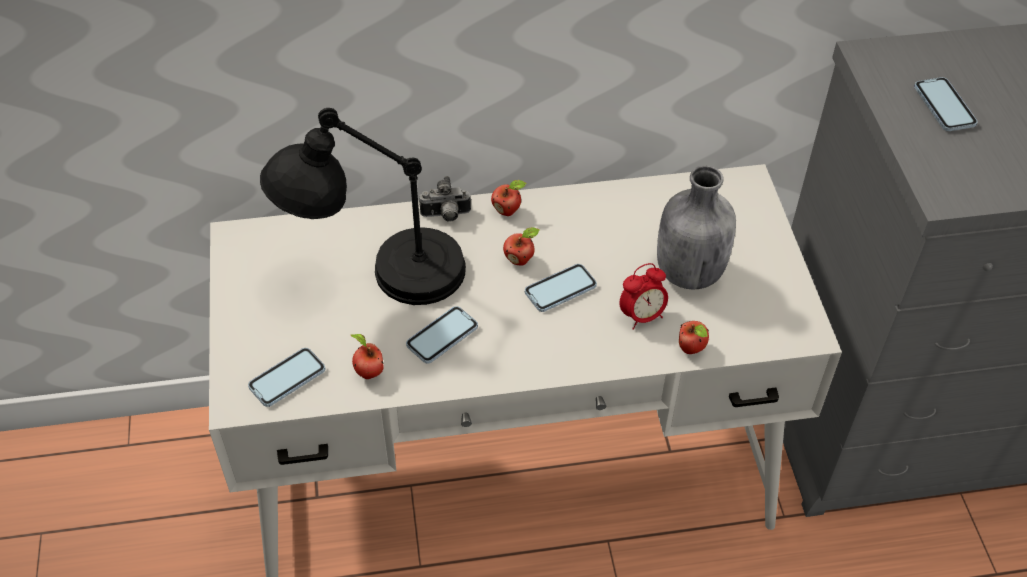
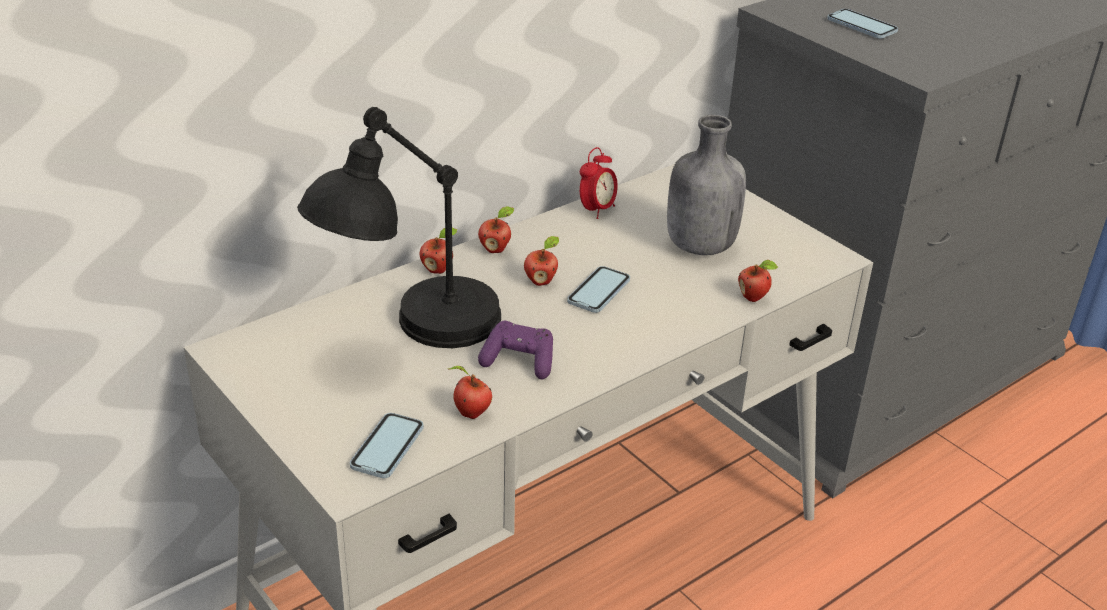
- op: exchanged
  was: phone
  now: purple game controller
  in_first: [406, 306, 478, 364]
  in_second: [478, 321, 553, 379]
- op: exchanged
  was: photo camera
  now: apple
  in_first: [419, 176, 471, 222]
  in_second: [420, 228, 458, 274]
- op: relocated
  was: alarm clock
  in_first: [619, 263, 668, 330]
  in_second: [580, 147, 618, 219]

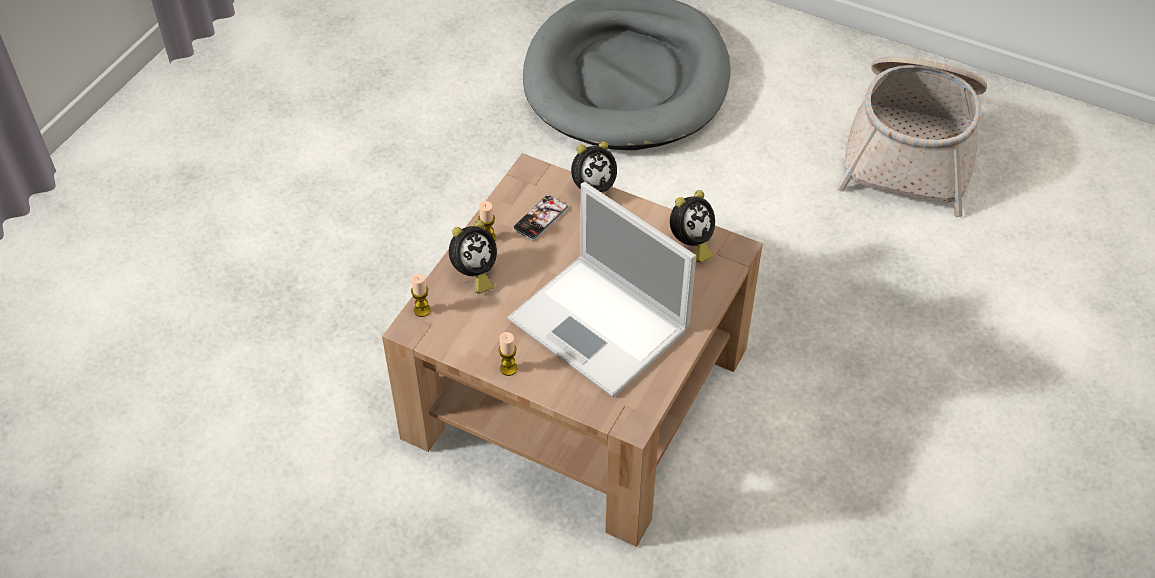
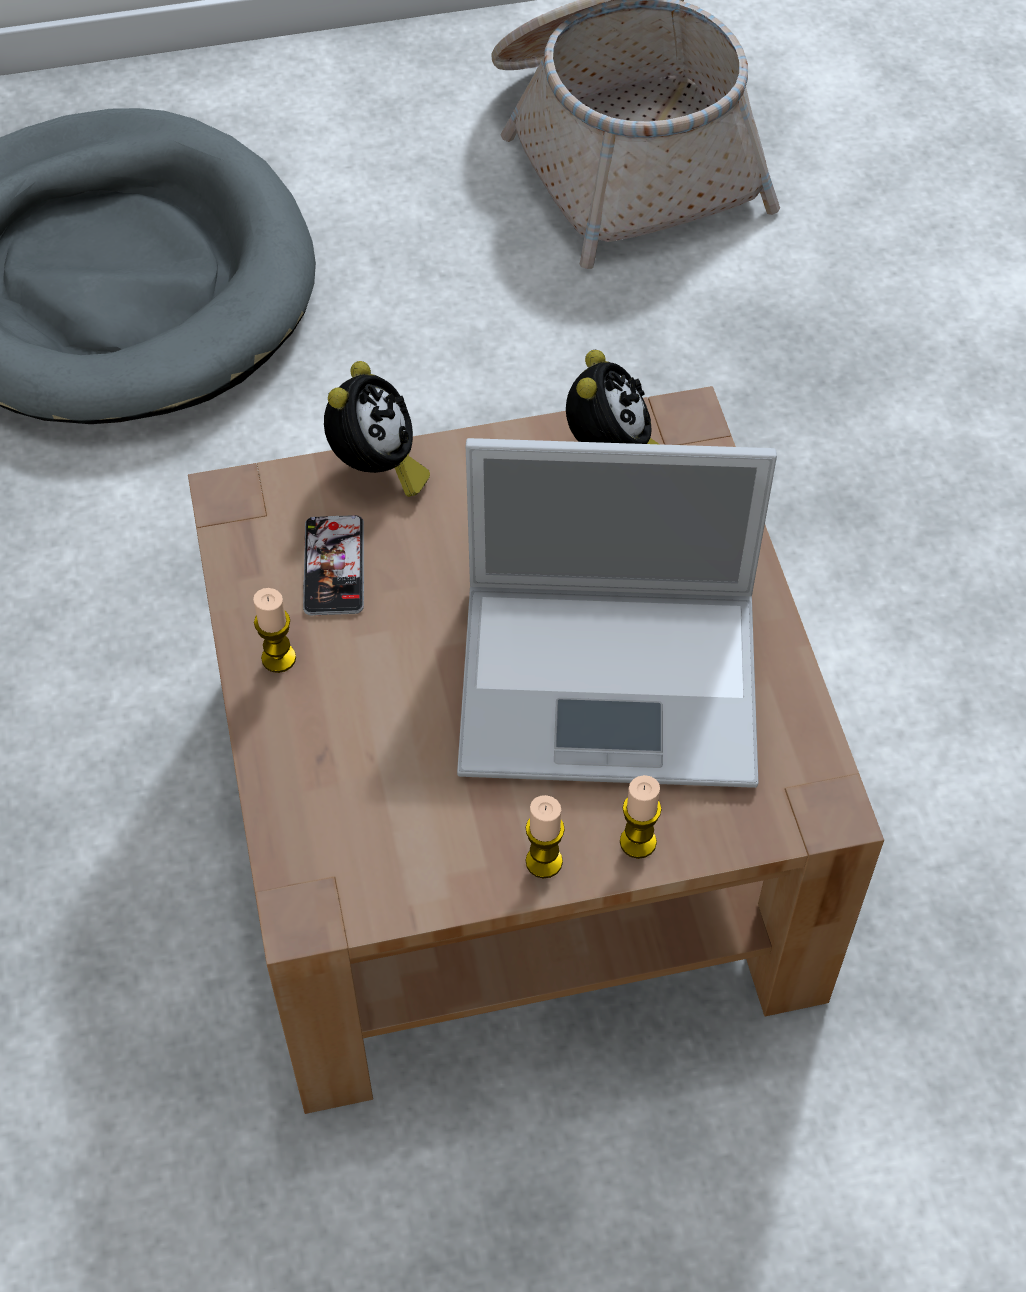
- op: relocated
  was: candle
  in_first: [411, 274, 431, 317]
  in_second: [620, 775, 662, 859]
- op: missing
  was: alarm clock
  in_first: [449, 220, 497, 294]

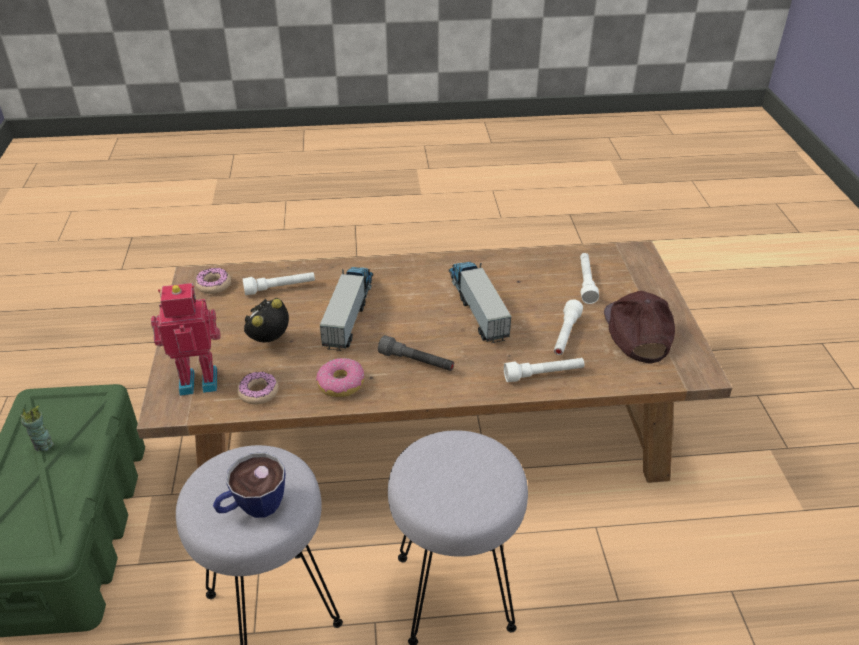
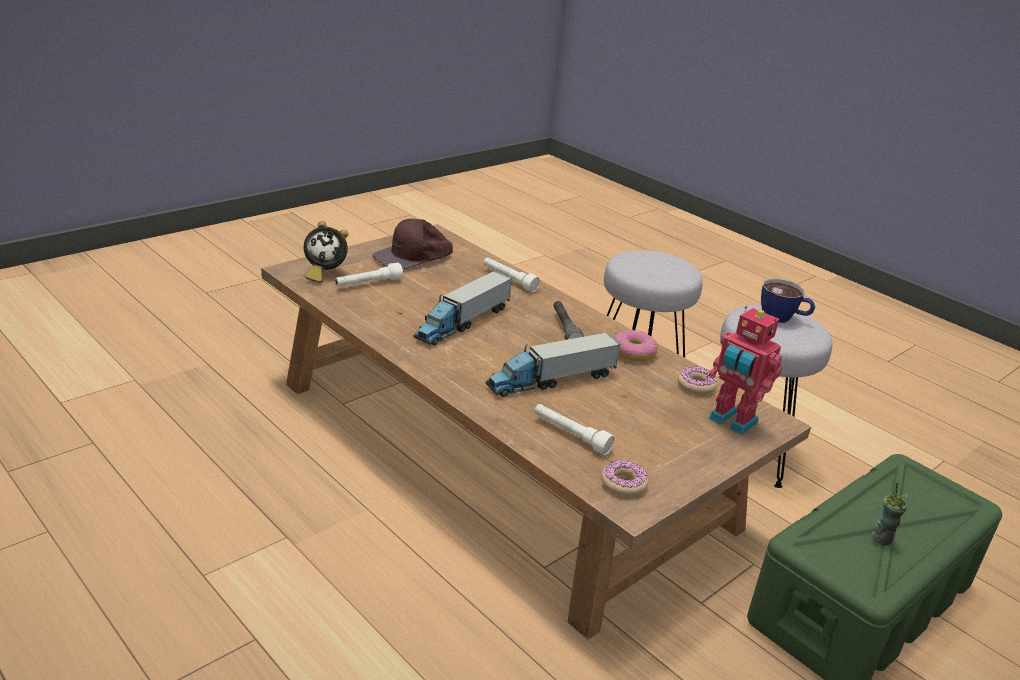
- op: relocated
  was: alarm clock
  in_first: [244, 298, 289, 342]
  in_second: [303, 221, 348, 283]
- op: missing
  was: white flashlight
  in_first: [554, 299, 583, 355]

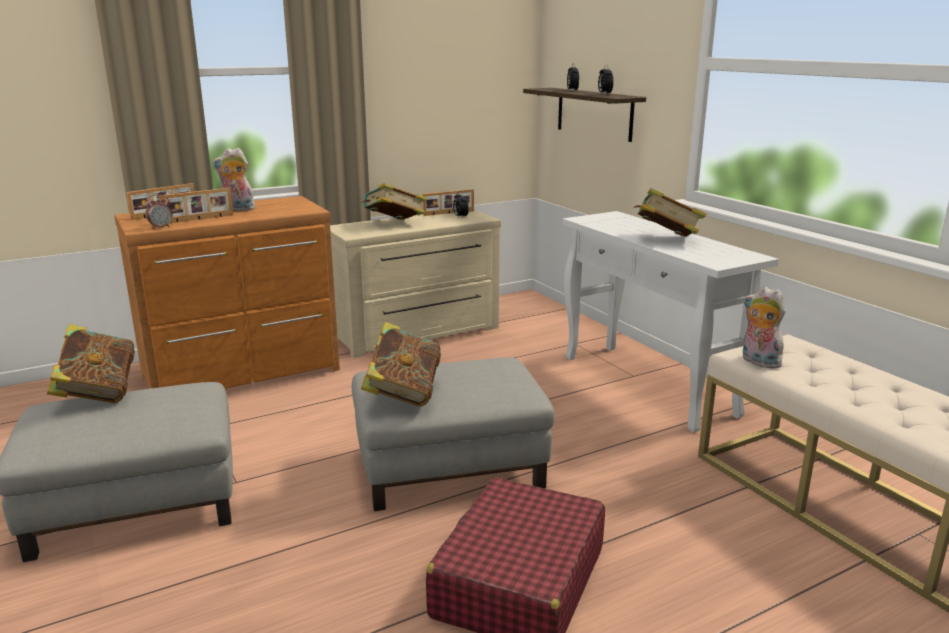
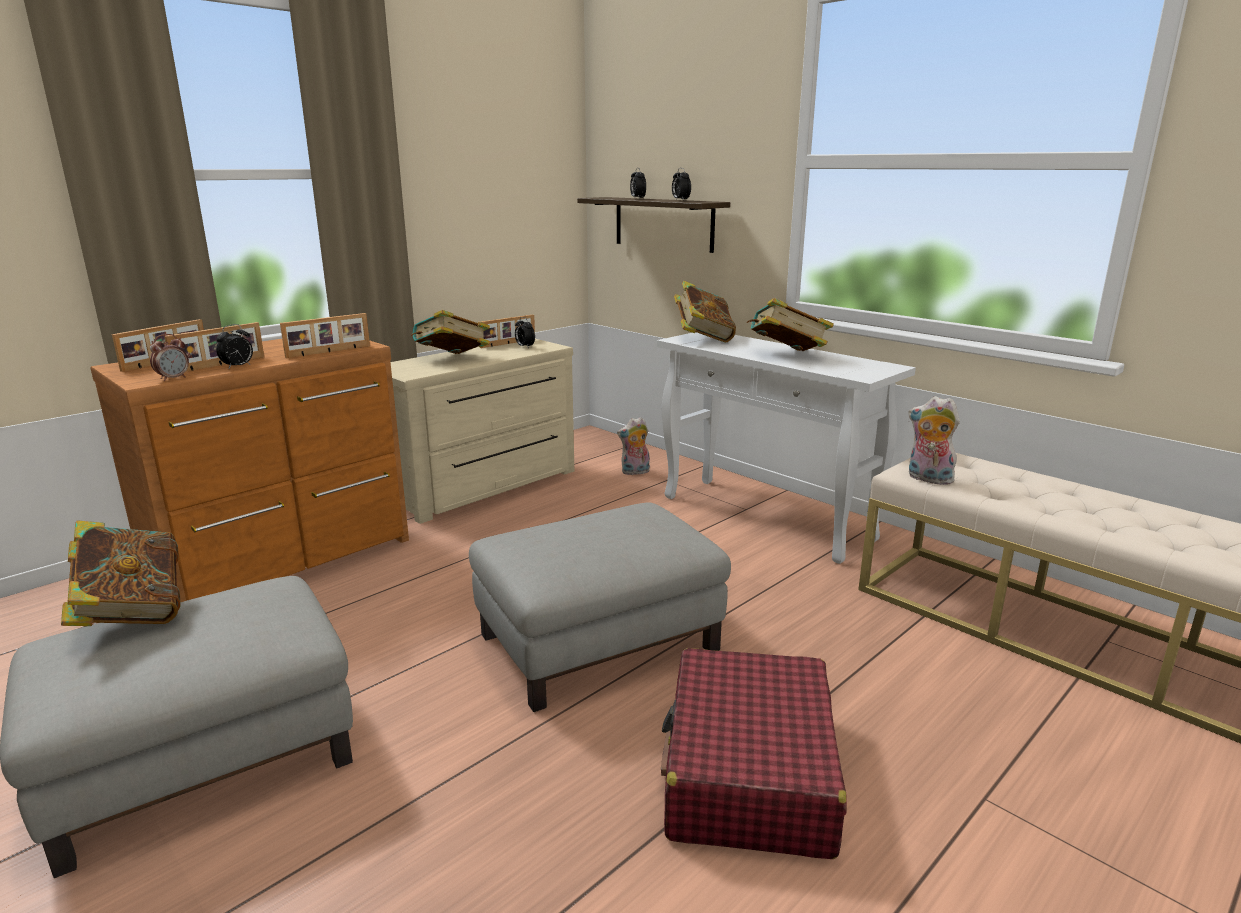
- op: relocated
  was: plush toy
  in_first: [212, 148, 255, 211]
  in_second: [617, 417, 650, 475]
- op: relocated
  was: book
  in_first: [361, 322, 441, 407]
  in_second: [674, 281, 736, 342]
- op: appeared
  now: alarm clock
  in_second: [216, 324, 253, 368]
- op: appeared
  now: picture frame
  in_second: [280, 313, 370, 358]

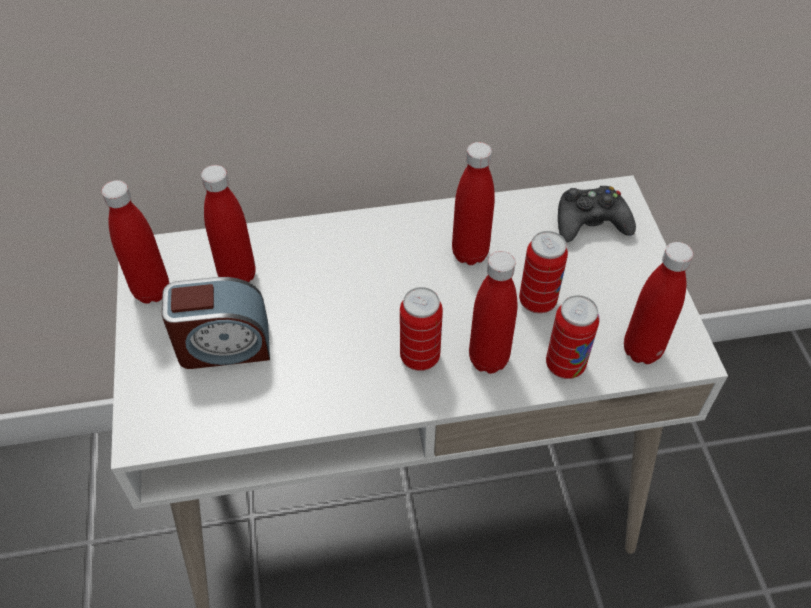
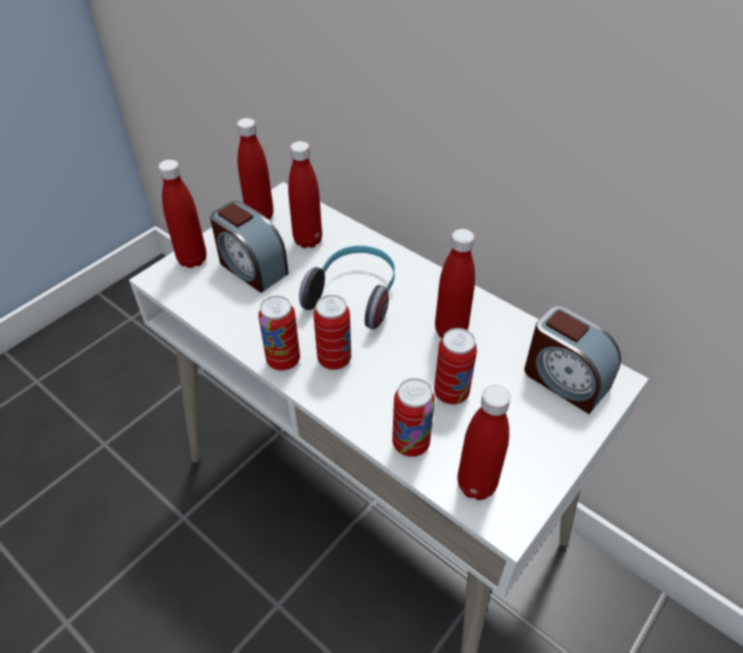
- op: relocated
  was: red bottle
  in_first: [469, 251, 517, 374]
  in_second: [158, 159, 207, 268]
- op: exchanged
  was: black game controller
  now: alarm clock
  in_first: [558, 186, 636, 242]
  in_second: [524, 306, 621, 414]
- op: appeared
  now: can
  in_second: [258, 296, 300, 371]
- op: appeared
  now: headphones
  in_second: [299, 246, 395, 330]

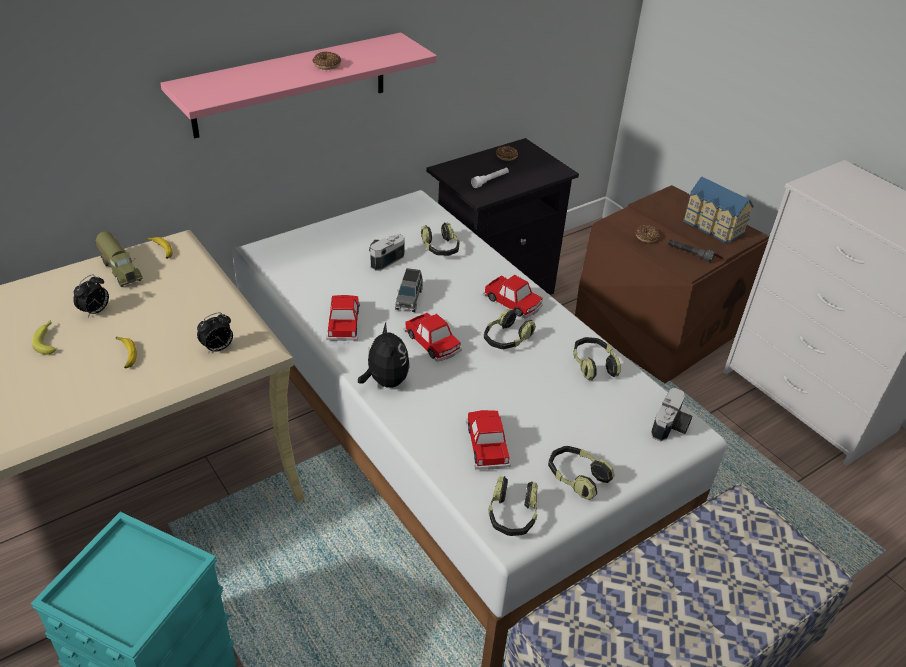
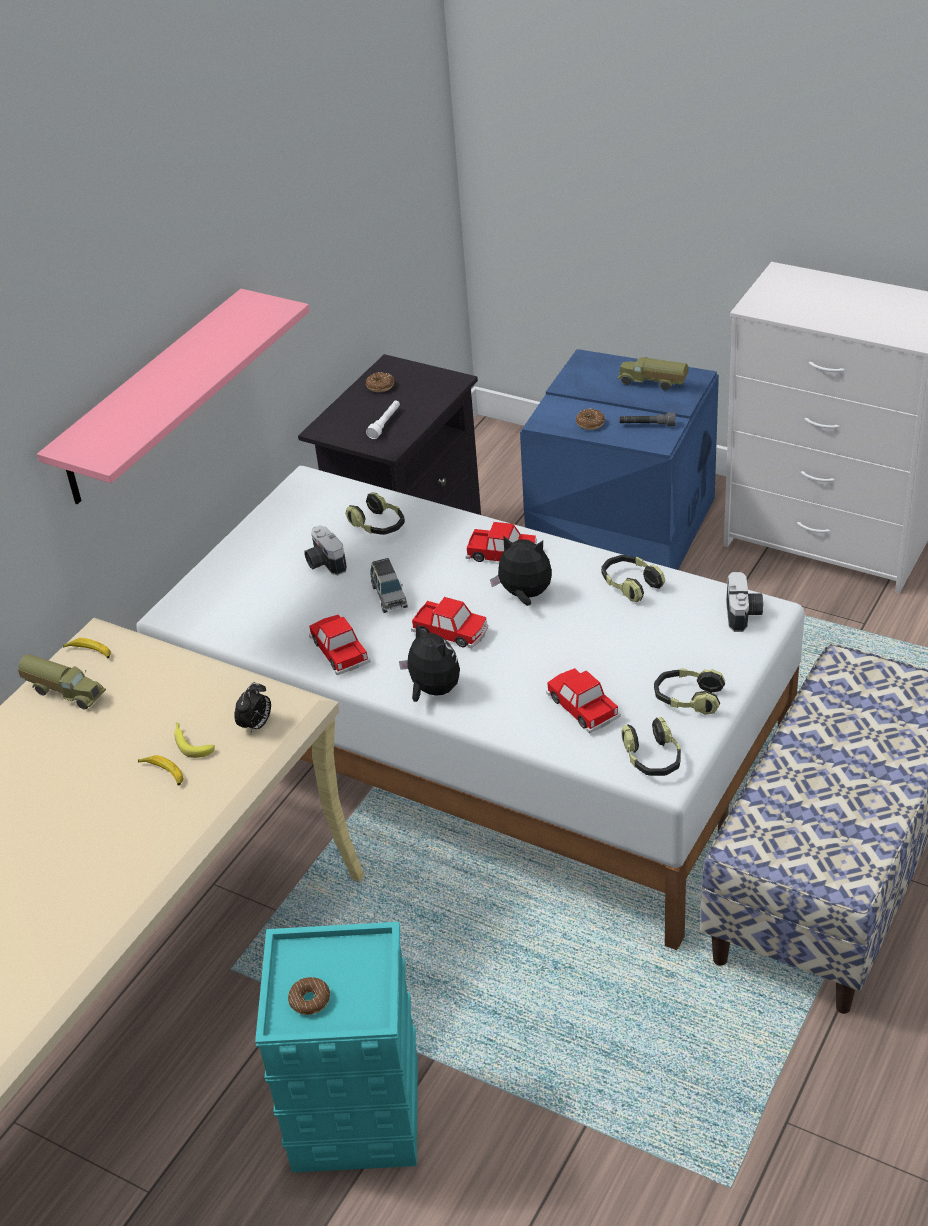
- op: relocated
  was: banana
  in_first: [32, 320, 57, 354]
  in_second: [174, 722, 215, 758]
- op: missing
  was: alarm clock
  in_first: [73, 274, 109, 317]
- op: relocated
  was: donut
  in_first: [313, 51, 341, 70]
  in_second: [288, 977, 330, 1015]
- op: spun
  was: photo camera
  in_first: [369, 234, 405, 271]
  in_second: [305, 525, 347, 575]
  clockwise: -45
- op: exchanged
  was: headphones
  now: plush toy
  in_first: [484, 309, 536, 349]
  in_second: [490, 535, 552, 606]
- op: colour
  was: brown storage box
  now: blue storage box
  in_first: [575, 185, 769, 383]
  in_second: [520, 349, 719, 570]
- op: exchanged
  was: toy house
  now: toy truck
  in_first: [683, 176, 754, 243]
  in_second: [618, 357, 688, 390]

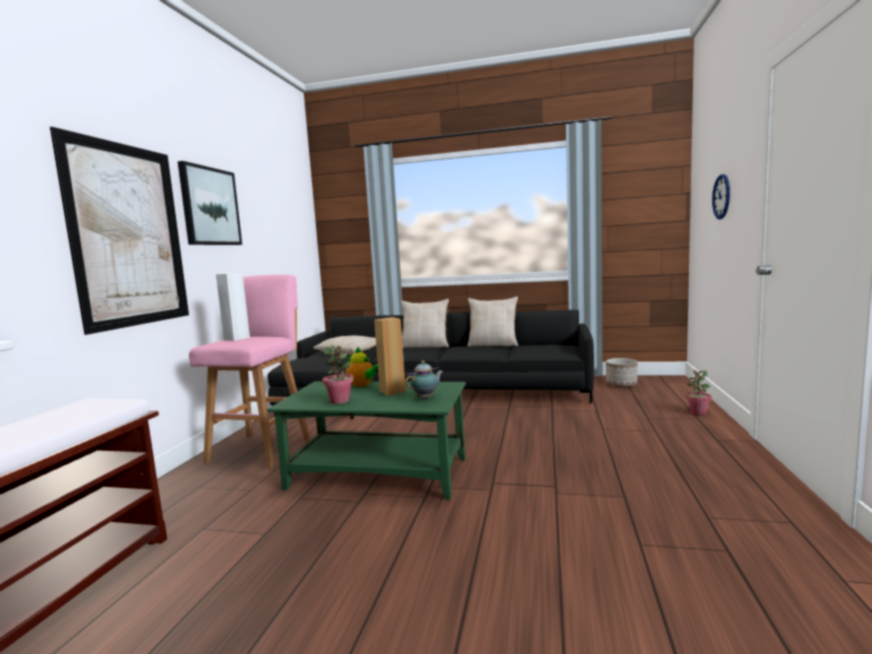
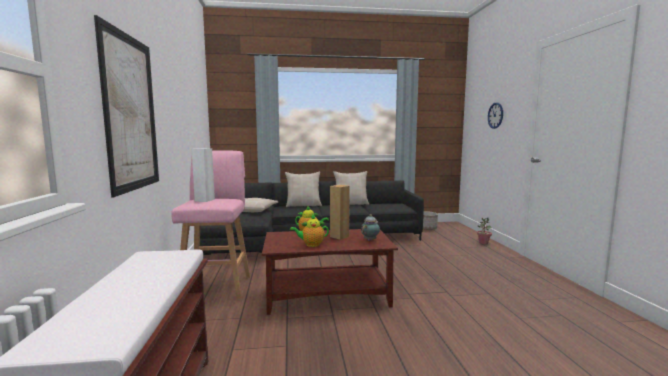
- op: missing
  was: picture
  in_first: [178, 161, 242, 245]
- op: colour
  was: green coffee table
  now: brown coffee table
  in_first: [267, 381, 466, 500]
  in_second: [262, 229, 398, 315]
- op: exchanged
  was: potted plant
  now: teapot
  in_first: [322, 345, 354, 404]
  in_second: [290, 214, 329, 247]

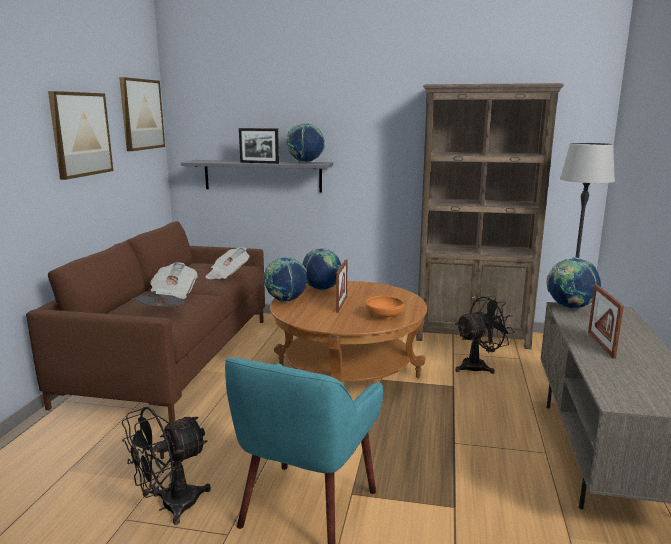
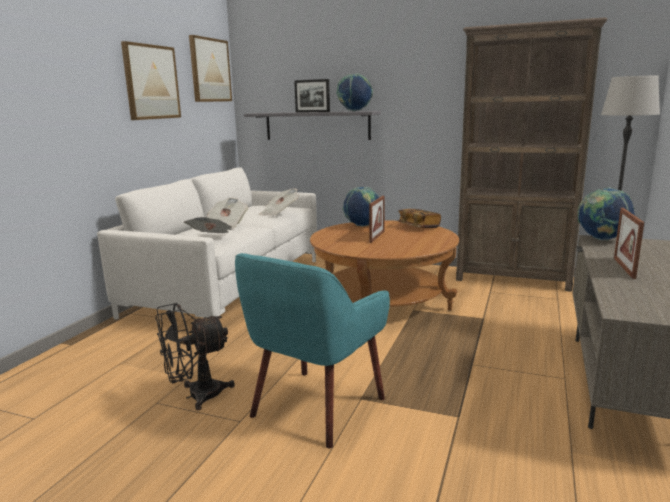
- op: colour
  was: brown sofa
  now: white sofa
  in_first: [26, 221, 265, 423]
  in_second: [97, 167, 317, 320]
- op: missing
  was: globe
  in_first: [263, 257, 307, 302]
- op: missing
  was: orange bowl
  in_first: [366, 296, 404, 320]
- op: missing
  was: black fan
  in_first: [455, 296, 514, 374]
- op: appeared
  now: book
  in_second: [398, 209, 441, 228]

